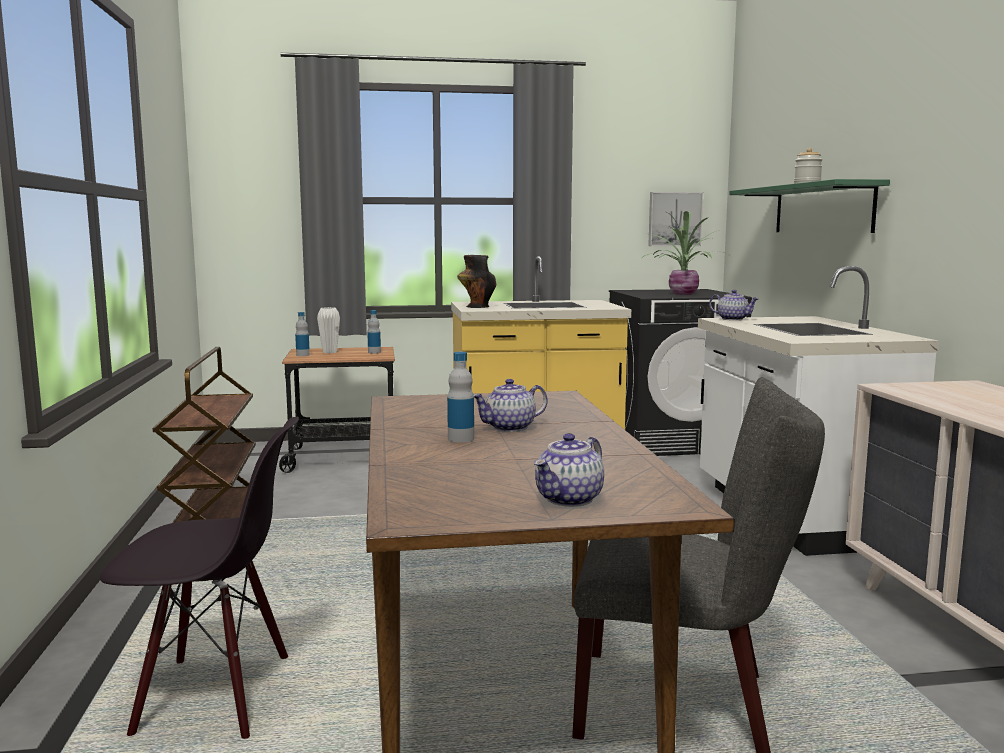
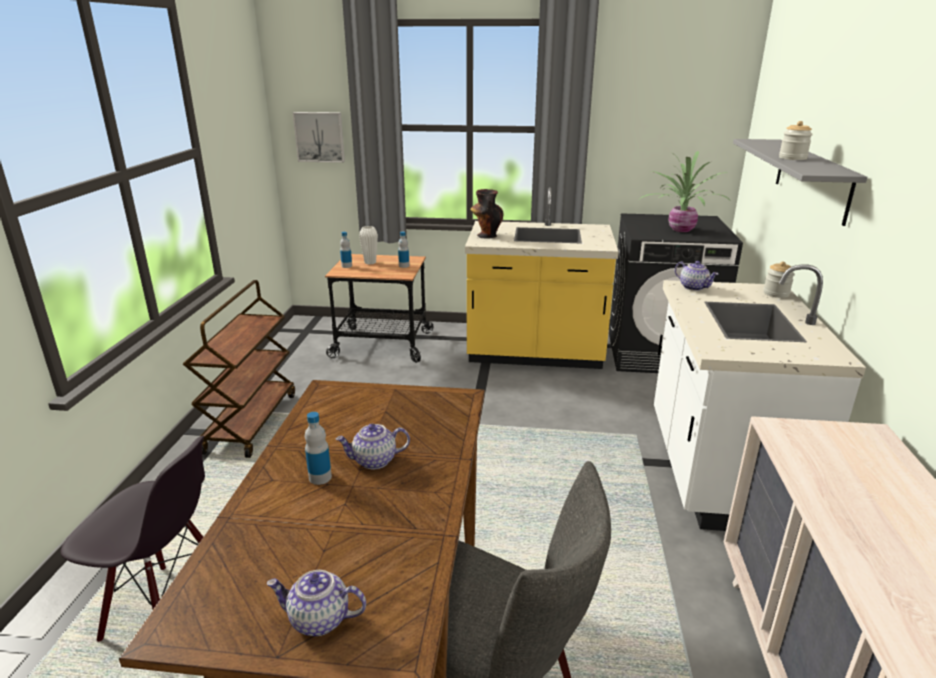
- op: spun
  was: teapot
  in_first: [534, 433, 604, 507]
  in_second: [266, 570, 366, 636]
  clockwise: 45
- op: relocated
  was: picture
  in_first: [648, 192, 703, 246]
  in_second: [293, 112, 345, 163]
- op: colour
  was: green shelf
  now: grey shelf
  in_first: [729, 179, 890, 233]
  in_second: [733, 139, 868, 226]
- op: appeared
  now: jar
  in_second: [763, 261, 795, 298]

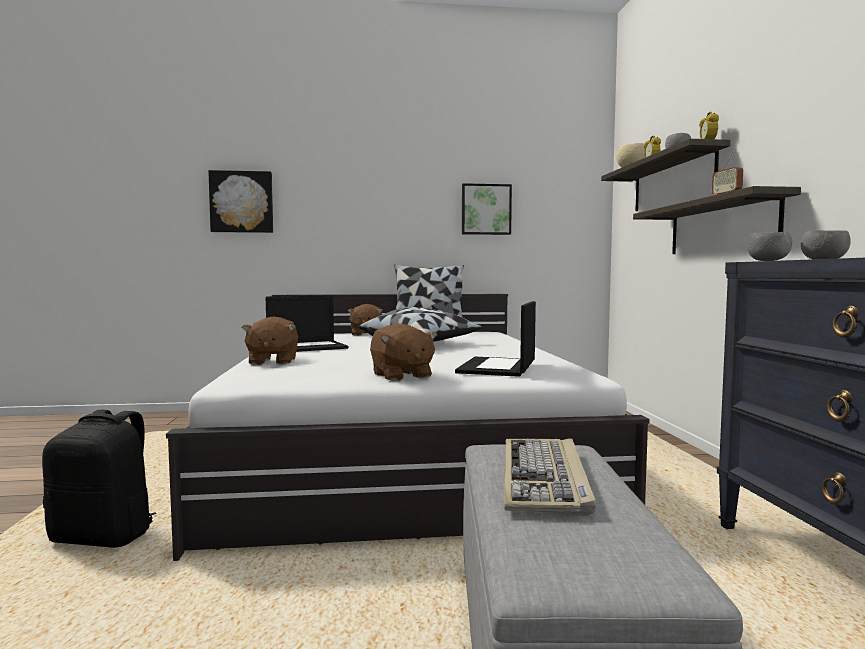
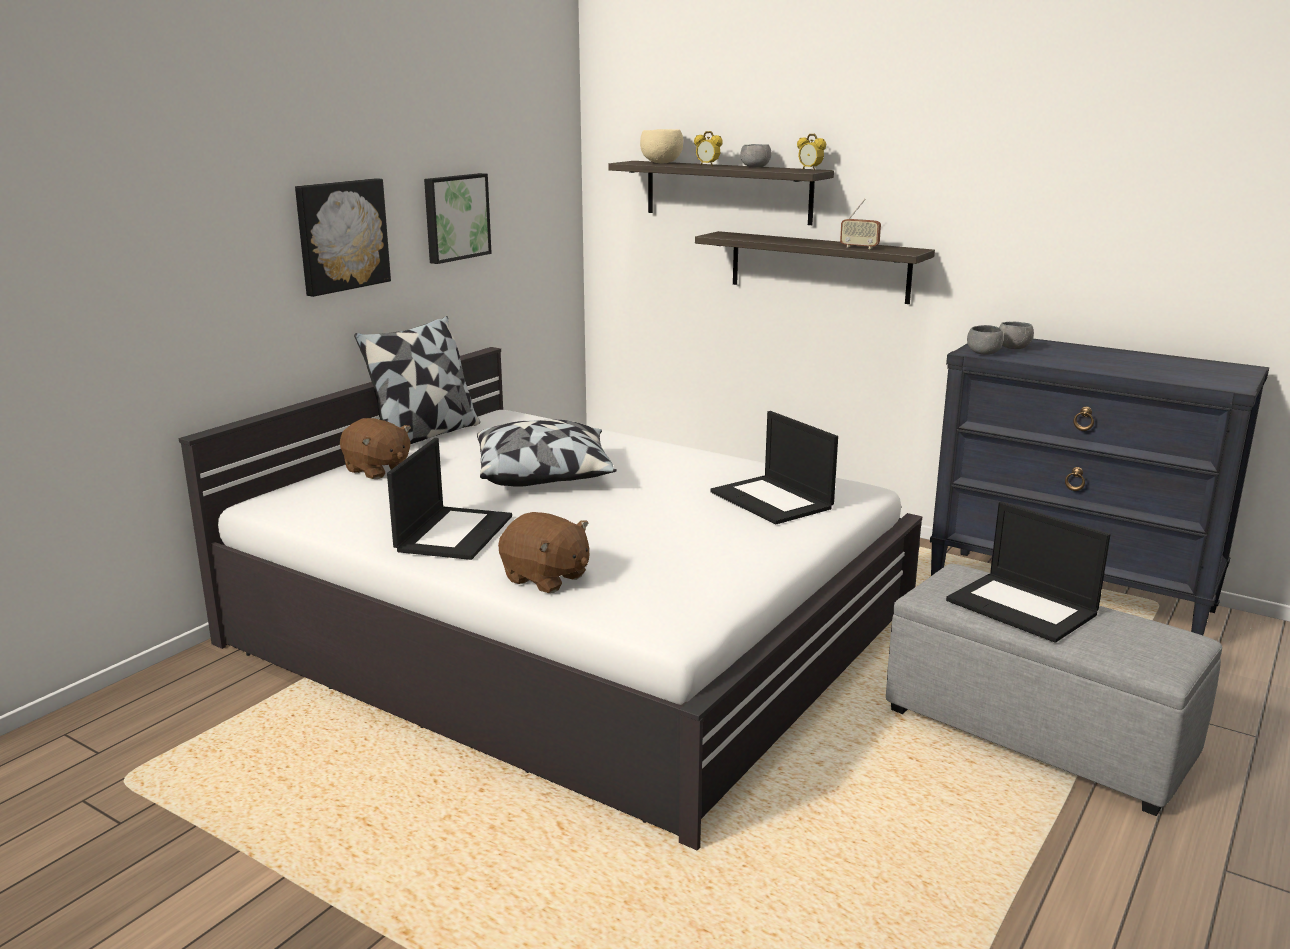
- op: missing
  was: black backpack
  in_first: [42, 410, 156, 548]
- op: relocated
  was: picture
  in_first: [208, 170, 273, 233]
  in_second: [295, 178, 391, 297]
- op: missing
  was: brown plush toy
  in_first: [370, 323, 437, 381]
- op: exchanged
  was: keyboard
  now: laptop
  in_first: [505, 438, 596, 516]
  in_second: [946, 501, 1110, 643]

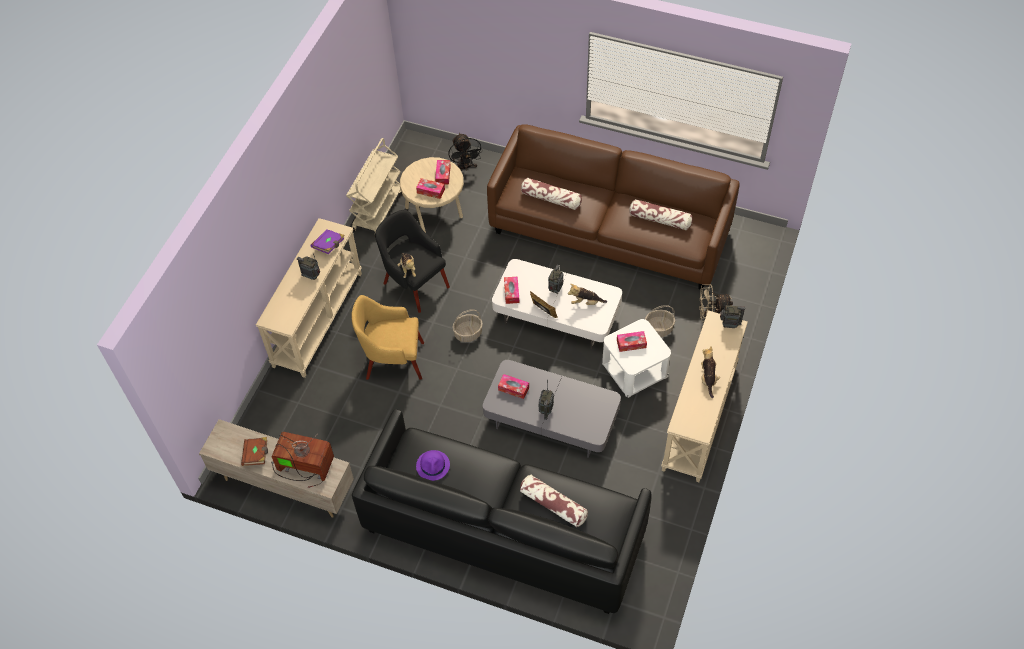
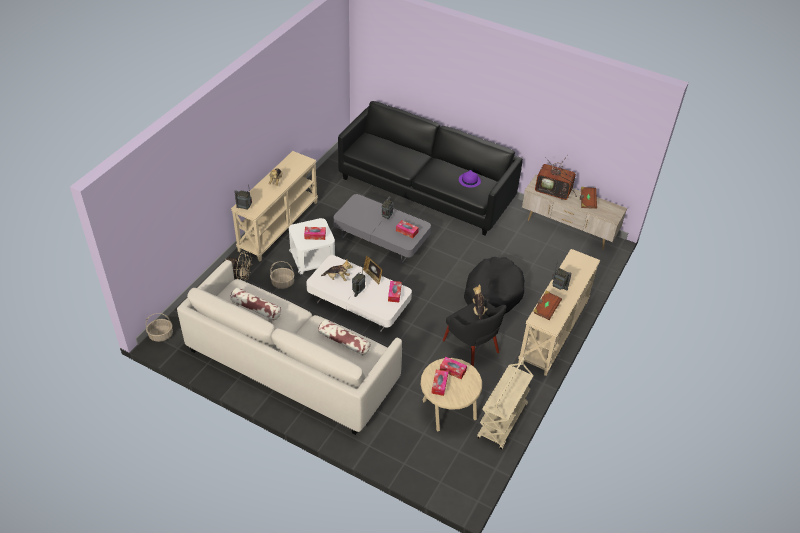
- op: colour
  was: purple book
  now: brown book
  in_first: [310, 229, 344, 254]
  in_second: [533, 291, 562, 320]
- op: exchanged
  was: yellow armchair
  now: black dog bed
  in_first: [351, 295, 424, 380]
  in_second: [464, 257, 525, 313]
- op: missing
  was: black fan
  in_first: [448, 133, 483, 171]
- op: relocated
  was: basket
  in_first: [452, 309, 483, 342]
  in_second: [146, 313, 173, 342]
- op: colour
  was: brown sofa
  now: white sofa
  in_first: [487, 124, 740, 289]
  in_second: [177, 260, 402, 435]
- op: missing
  was: pillow
  in_first: [520, 475, 588, 527]

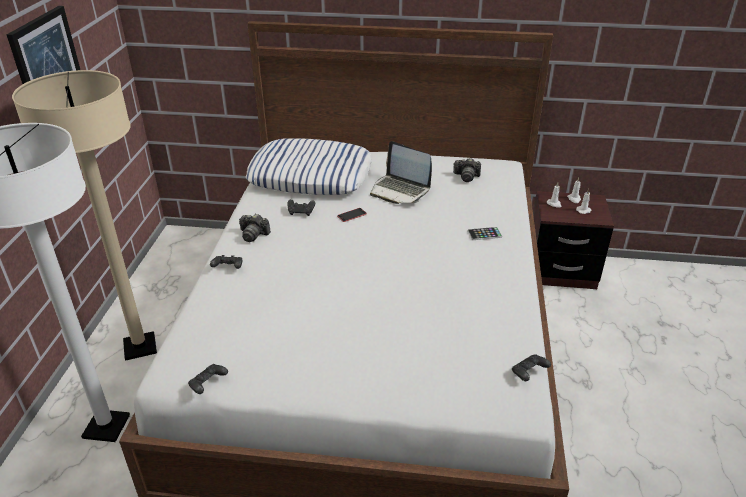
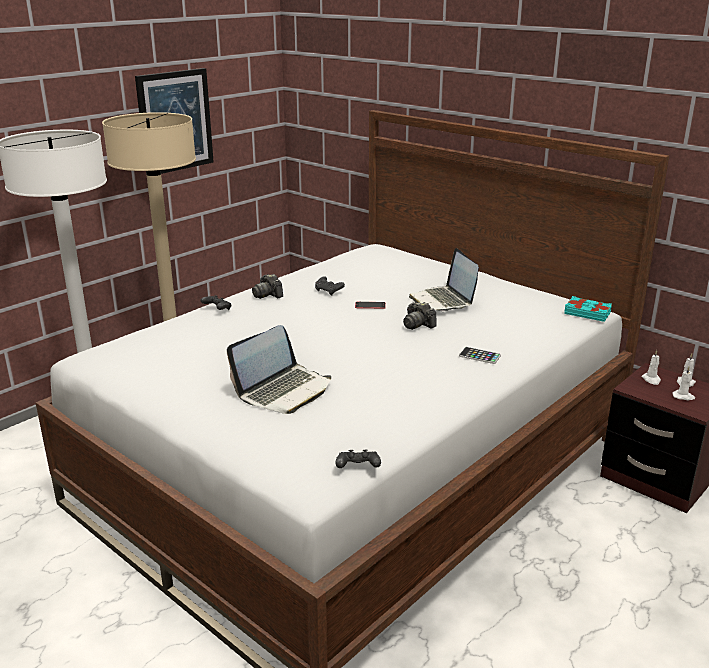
- op: missing
  was: black game controller
  in_first: [188, 364, 228, 394]
- op: missing
  was: pillow
  in_first: [246, 138, 372, 195]
- op: relocated
  was: photo camera
  in_first: [453, 158, 481, 182]
  in_second: [403, 302, 437, 330]
- op: appeared
  now: laptop
  in_second: [227, 325, 331, 414]
- op: appeared
  now: turquoise book
  in_second: [564, 296, 612, 322]

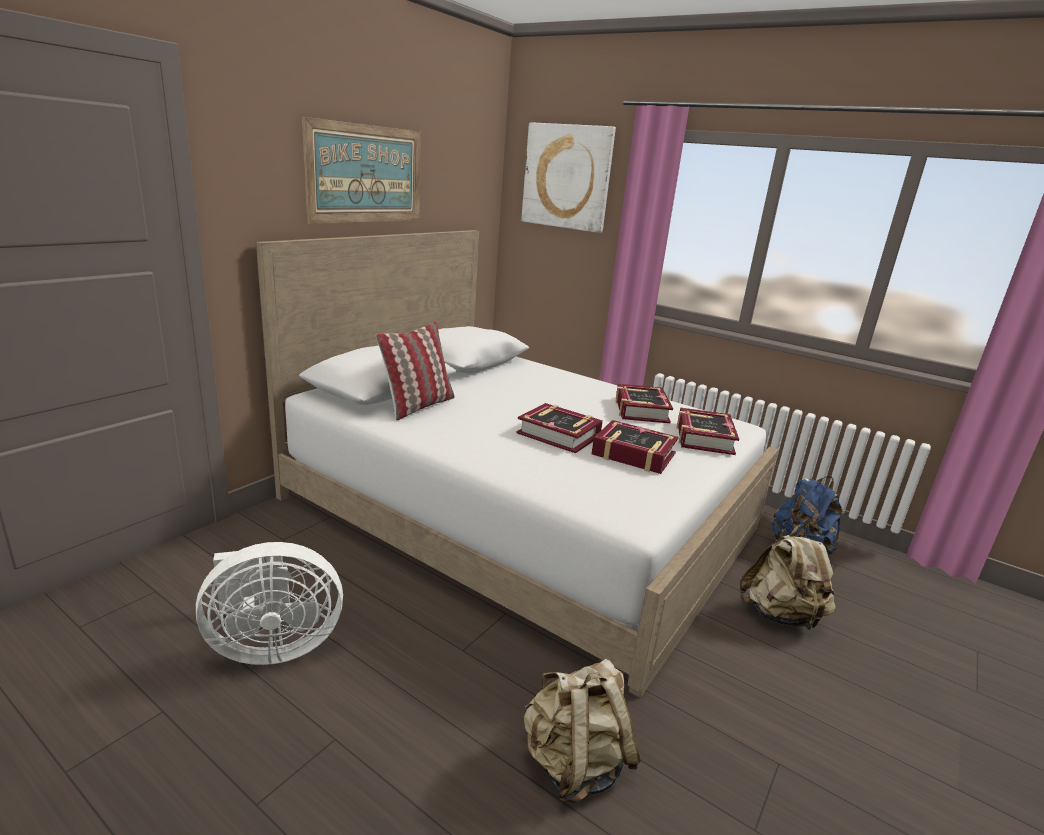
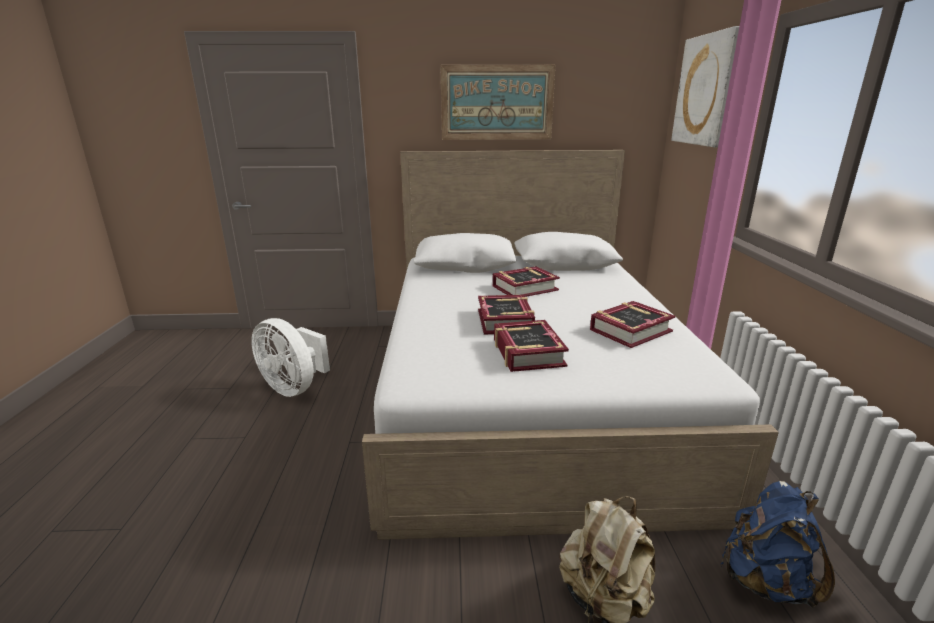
- op: missing
  was: pillow
  in_first: [376, 321, 454, 420]
- op: missing
  was: beige backpack
  in_first: [524, 659, 641, 803]
- op: relocated
  was: book
  in_first: [677, 408, 739, 455]
  in_second: [493, 266, 560, 297]

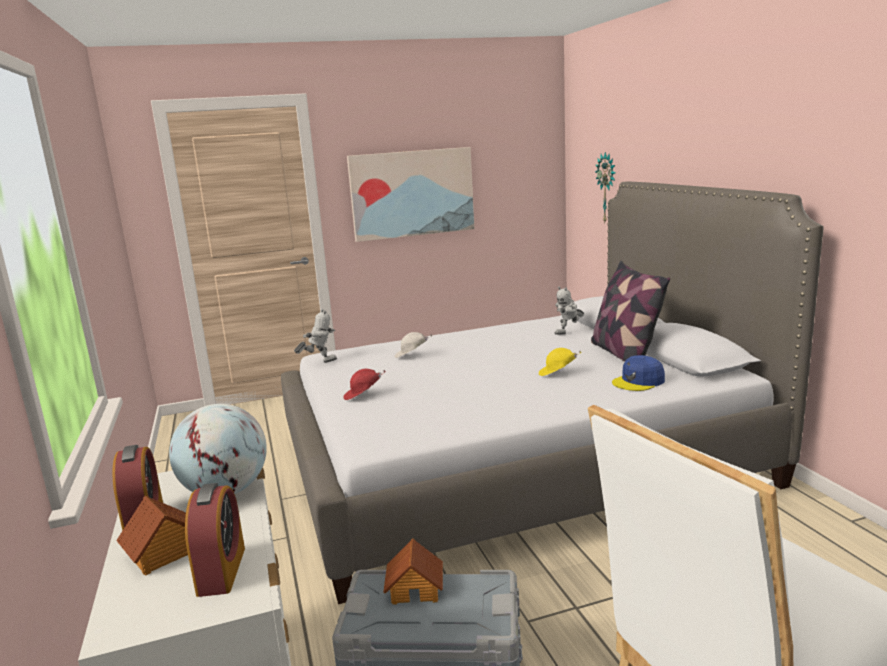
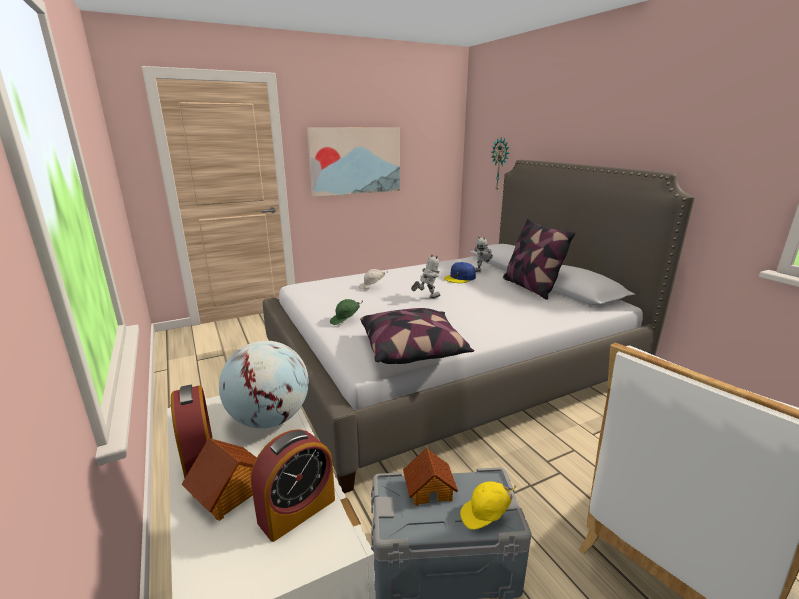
- op: spun
  was: alarm clock
  in_first: [185, 483, 245, 597]
  in_second: [251, 429, 335, 542]
  clockwise: 60
- op: relocated
  was: toy robot
  in_first: [294, 309, 337, 363]
  in_second: [411, 254, 441, 299]
- op: colour
  was: red cap
  now: green cap
  in_first: [343, 369, 386, 400]
  in_second: [330, 299, 363, 325]
- op: relocated
  was: yellow cap
  in_first: [539, 348, 581, 376]
  in_second: [460, 481, 517, 530]
- op: relocated
  was: blue cap
  in_first: [612, 355, 665, 391]
  in_second: [444, 262, 476, 283]
- op: appeared
  now: pillow
  in_second: [360, 308, 475, 364]

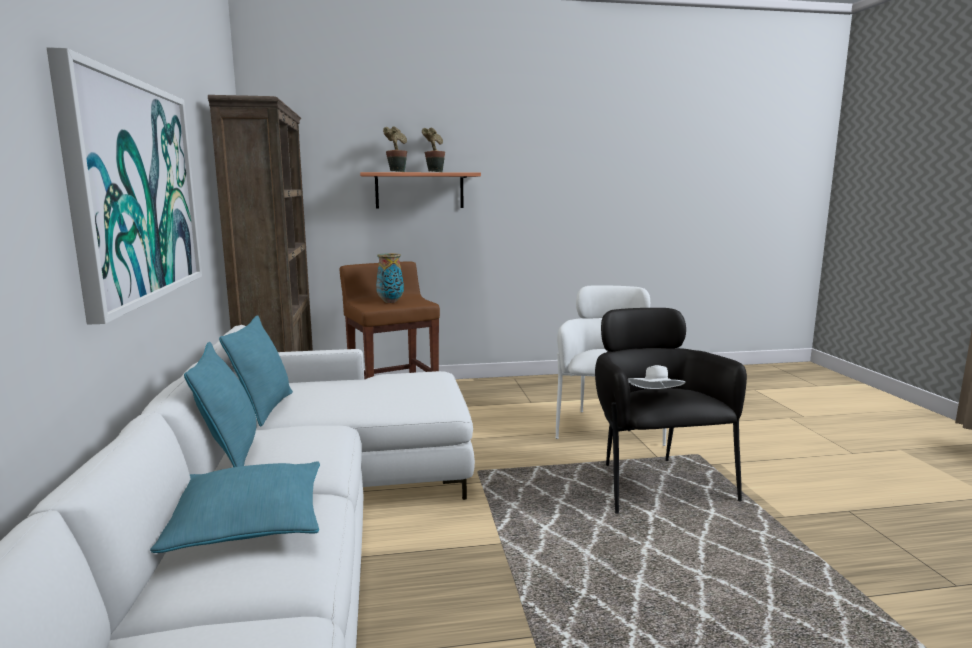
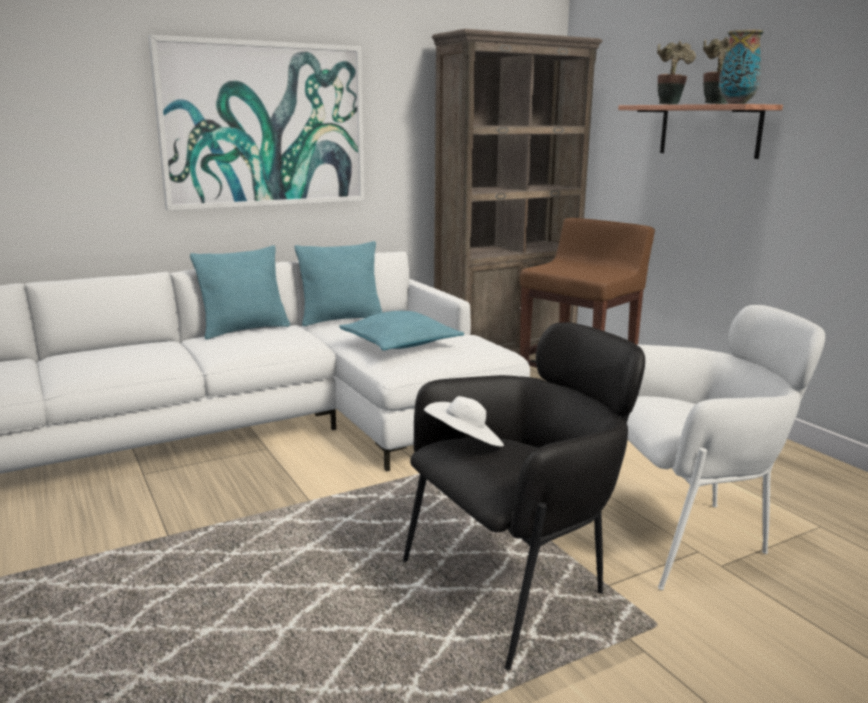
- op: relocated
  was: turquoise pillow
  in_first: [150, 461, 320, 553]
  in_second: [339, 311, 464, 351]
- op: relocated
  was: vase
  in_first: [376, 253, 404, 303]
  in_second: [719, 30, 764, 104]

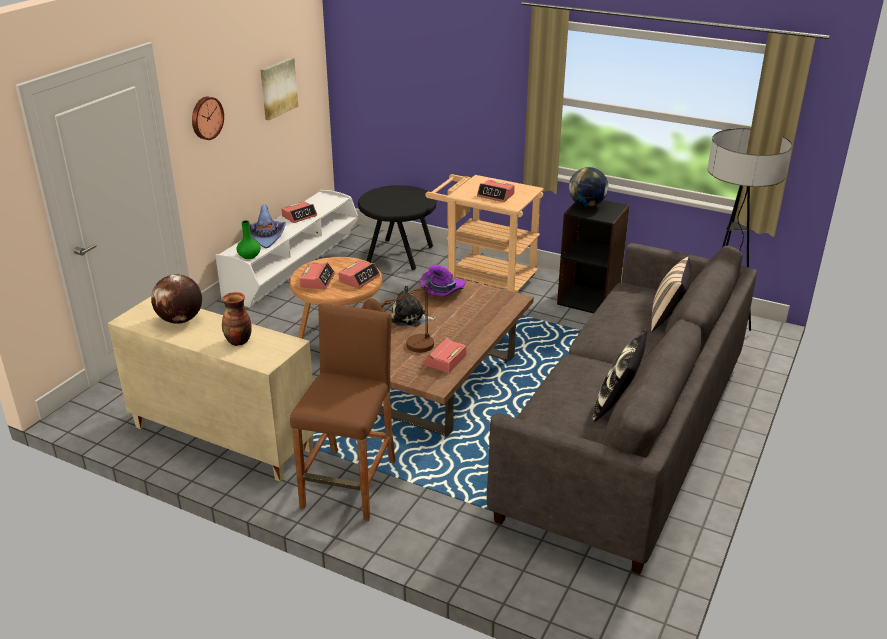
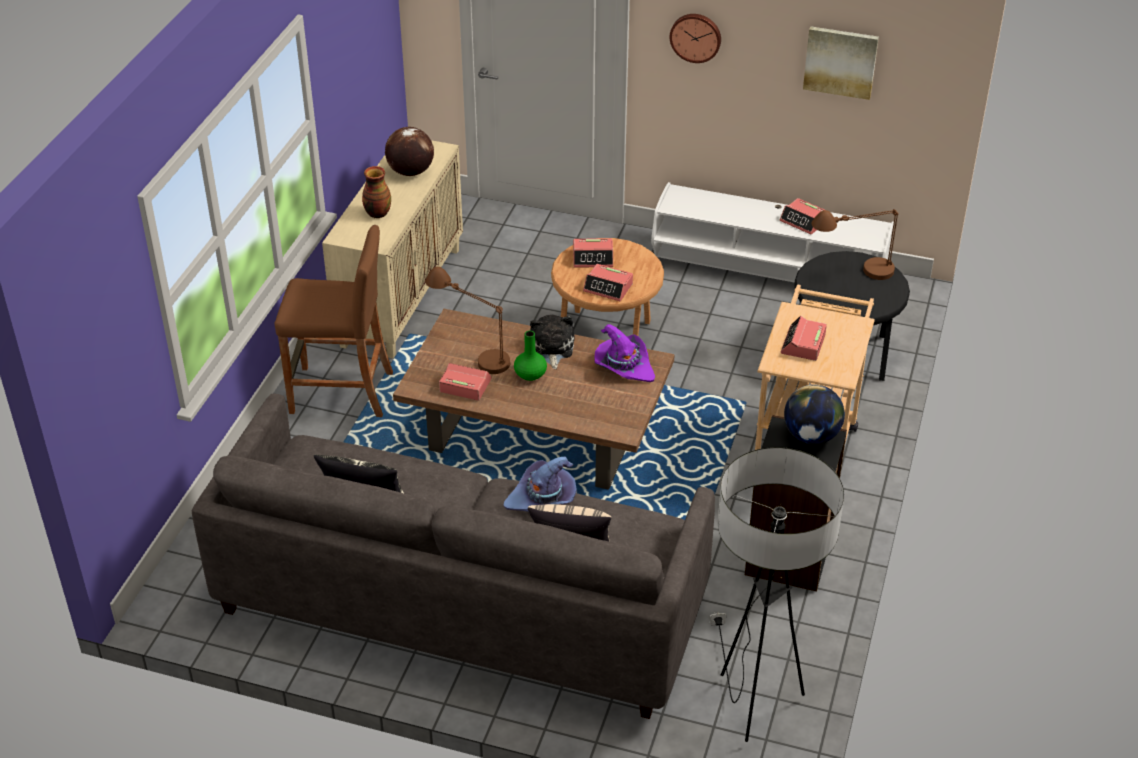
- op: relocated
  was: green vase
  in_first: [237, 220, 261, 259]
  in_second: [514, 331, 547, 381]
- op: relocated
  was: purple hat
  in_first: [250, 204, 286, 248]
  in_second: [504, 457, 577, 512]
- op: appeared
  now: brown table lamp
  in_second: [811, 209, 898, 280]

